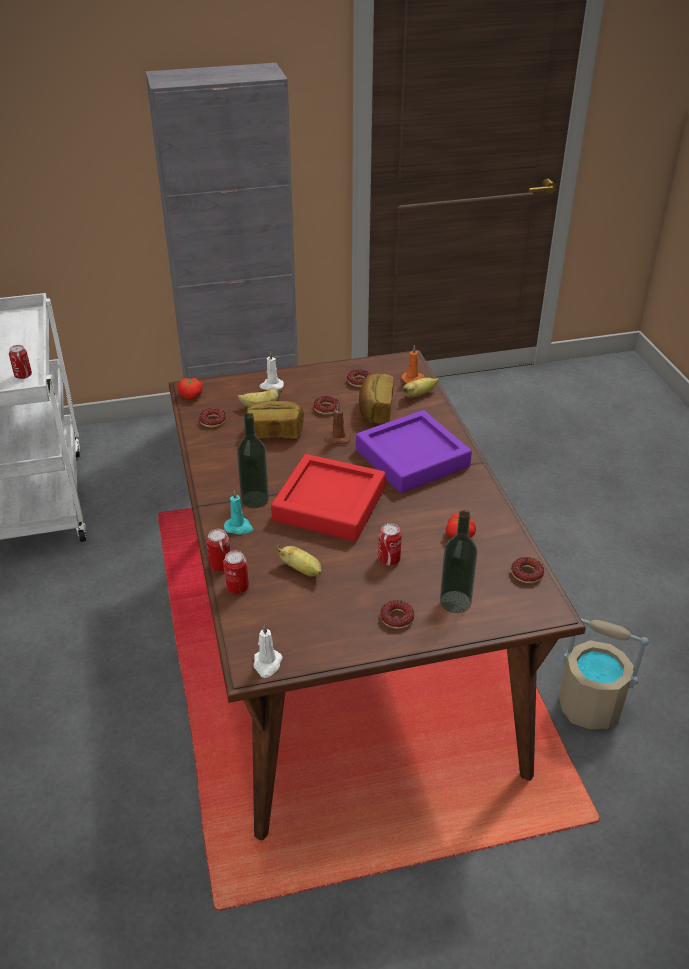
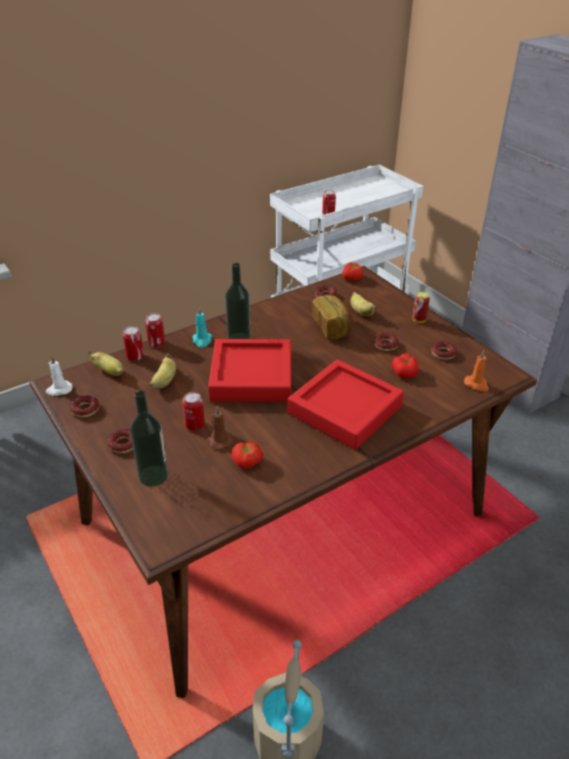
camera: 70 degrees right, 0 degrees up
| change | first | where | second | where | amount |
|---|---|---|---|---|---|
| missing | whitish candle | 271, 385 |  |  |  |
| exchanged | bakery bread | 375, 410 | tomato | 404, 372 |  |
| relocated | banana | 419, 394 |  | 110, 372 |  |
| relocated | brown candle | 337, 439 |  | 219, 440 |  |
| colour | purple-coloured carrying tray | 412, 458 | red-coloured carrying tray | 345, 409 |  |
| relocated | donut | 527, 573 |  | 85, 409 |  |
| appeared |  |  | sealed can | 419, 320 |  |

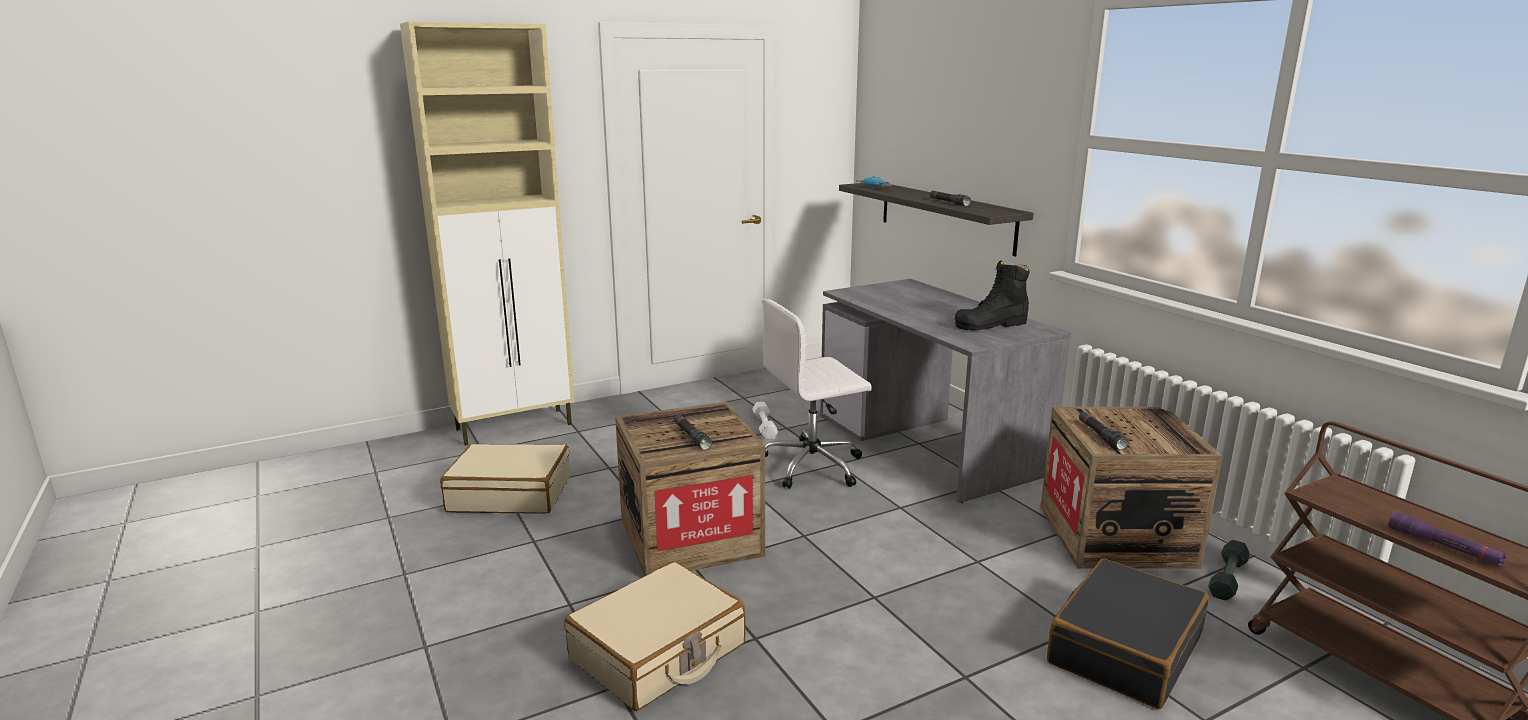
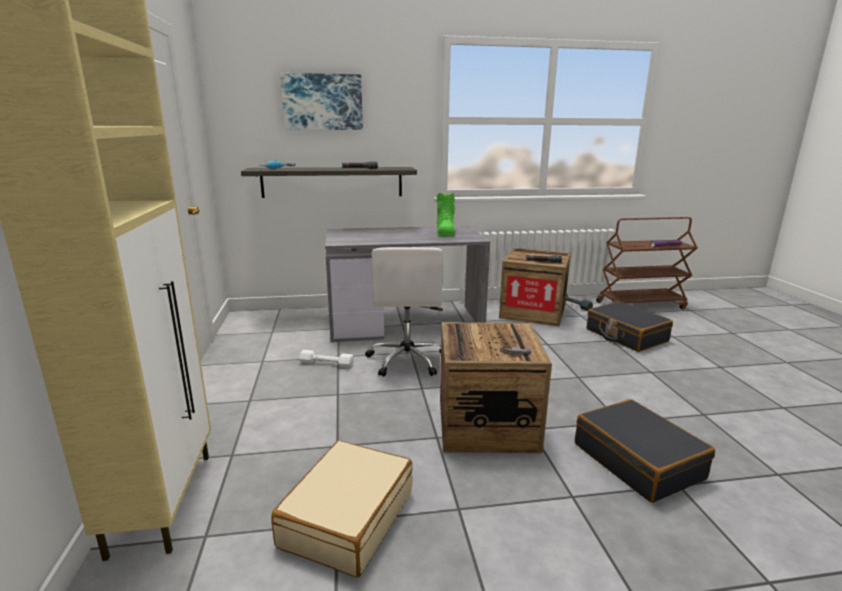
camera: 70 degrees left, 0 degrees up
| change | first | where | second | where | amount |
|---|---|---|---|---|---|
| colour | blackish boot | 991, 325 | green-coloured boot | 445, 232 |  |
| exchanged | blackish torch | 691, 437 | hand hammer | 506, 340 |  |
| colour | beige suitcase | 658, 653 | blackish suitcase | 638, 461 |  |
| appeared |  |  | picture | 322, 102 |  |

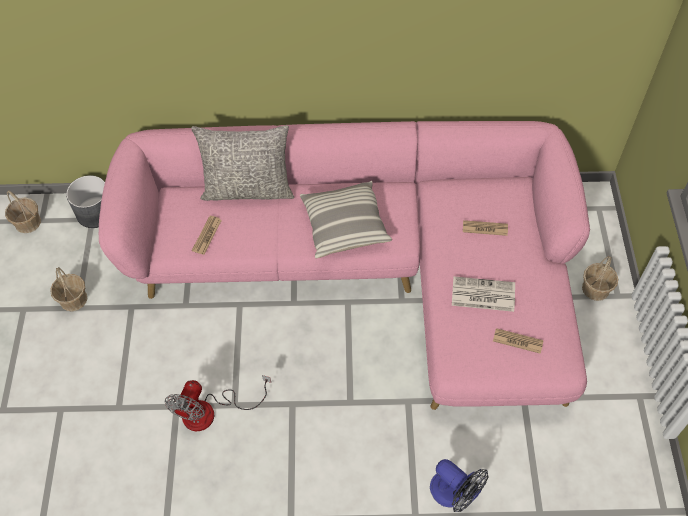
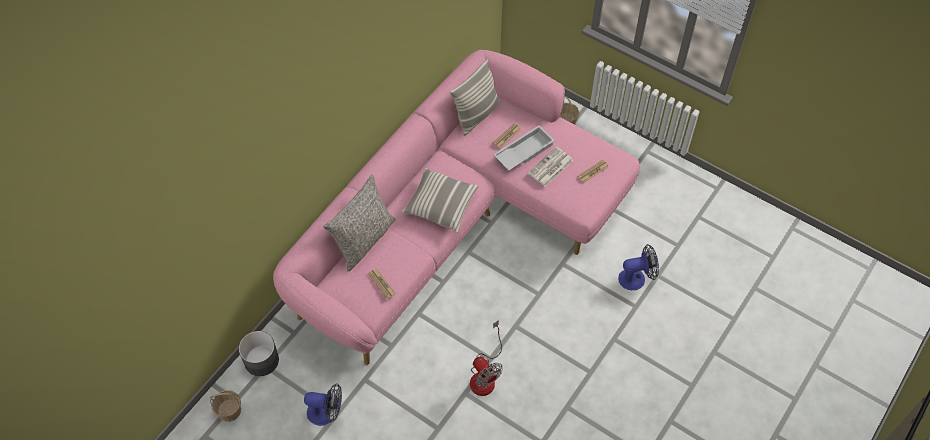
camera: 55 degrees left, 0 degrees up
| change | first | where | second | where | amount |
|---|---|---|---|---|---|
| exchanged | basket | 73, 299 | fan | 326, 413 |  |
| appeared |  |  | cushion | 476, 115 |  |
| appeared |  |  | whitish carrying tray | 523, 151 |  |

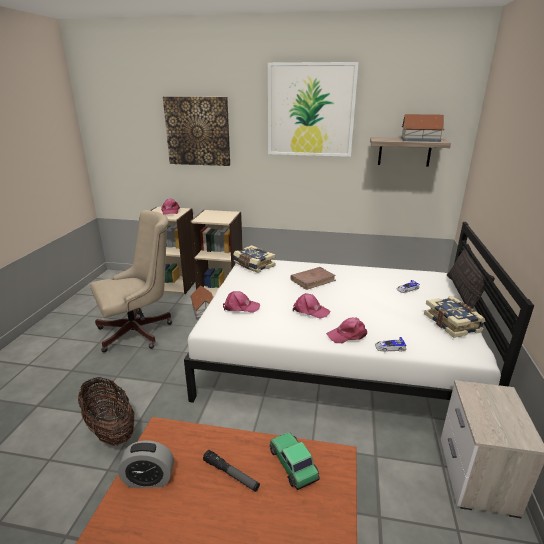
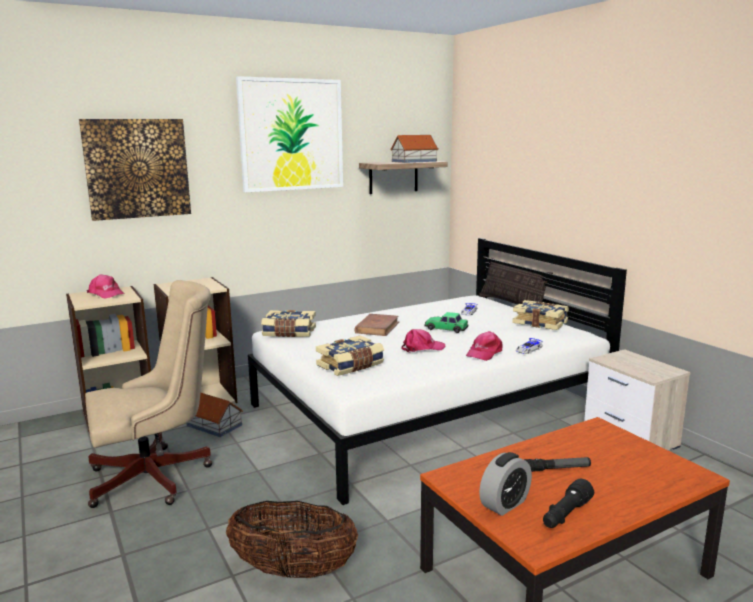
camera: 40 degrees left, 10 degrees down
| change | first | where | second | where | amount |
|---|---|---|---|---|---|
| spun | beige computer chair | 140, 331 |  | 157, 477 | 45 degrees clockwise |
| exchanged | pink-coloured peaked cap | 240, 307 | bound book | 351, 366 |  |
| relocated | miniature car | 293, 463 |  | 446, 329 |  |
| appeared |  |  | blackish torch | 565, 514 |  |

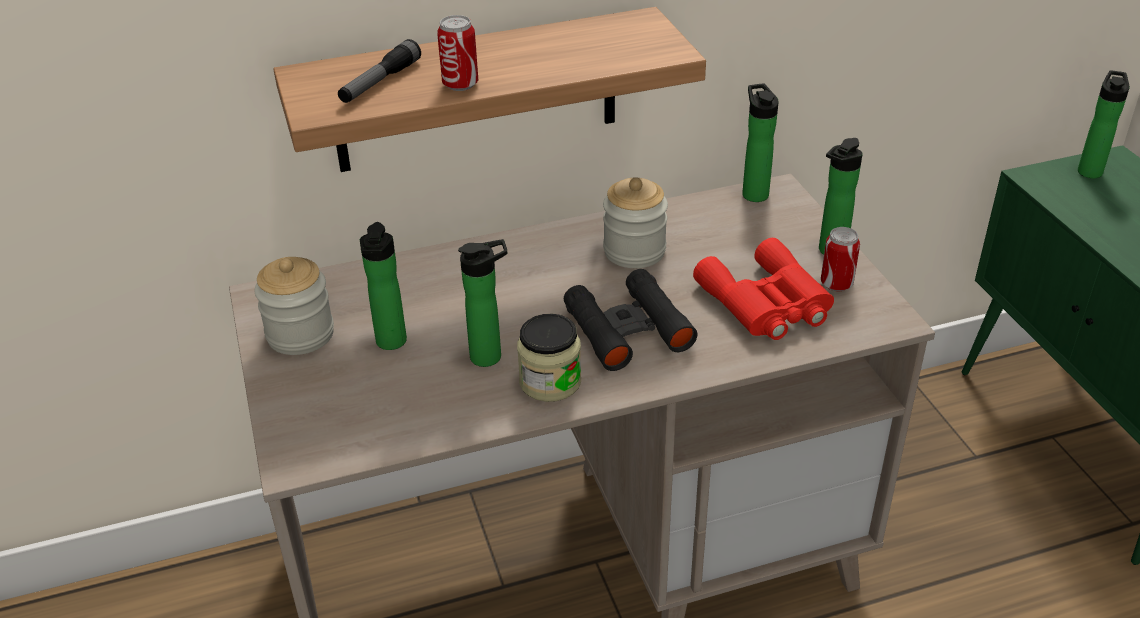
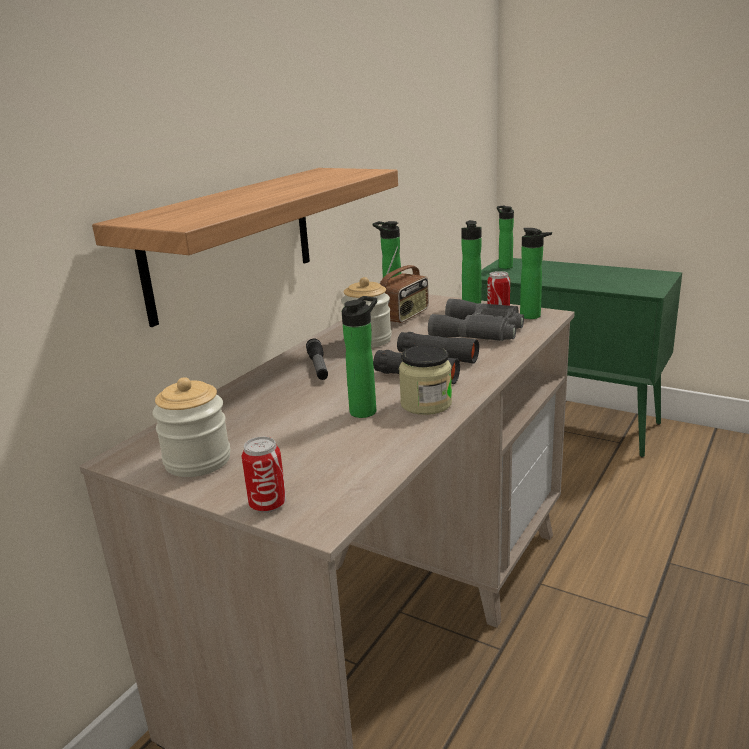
camera: 40 degrees left, 15 degrees down
| change | first | where | second | where | amount |
|---|---|---|---|---|---|
| relocated | sealed can | 460, 84 |  | 268, 505 |  |
| relocated | torch | 380, 82 |  | 318, 367 |  |
| relocated | bottle | 390, 344 |  | 533, 317 |  |
| colour | red-coloured pair of binoculars | 766, 304 | gray pair of binoculars | 480, 331 |  |
| appeared |  |  | radio set | 403, 316 |  |

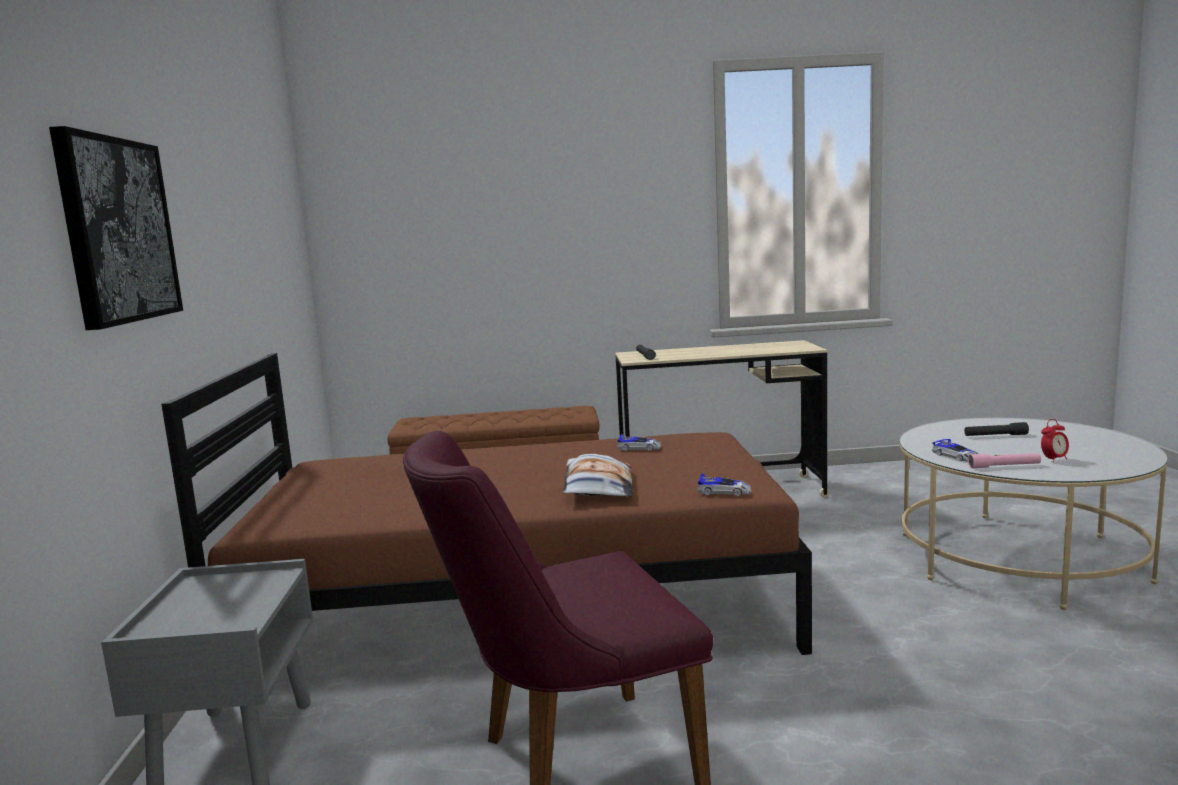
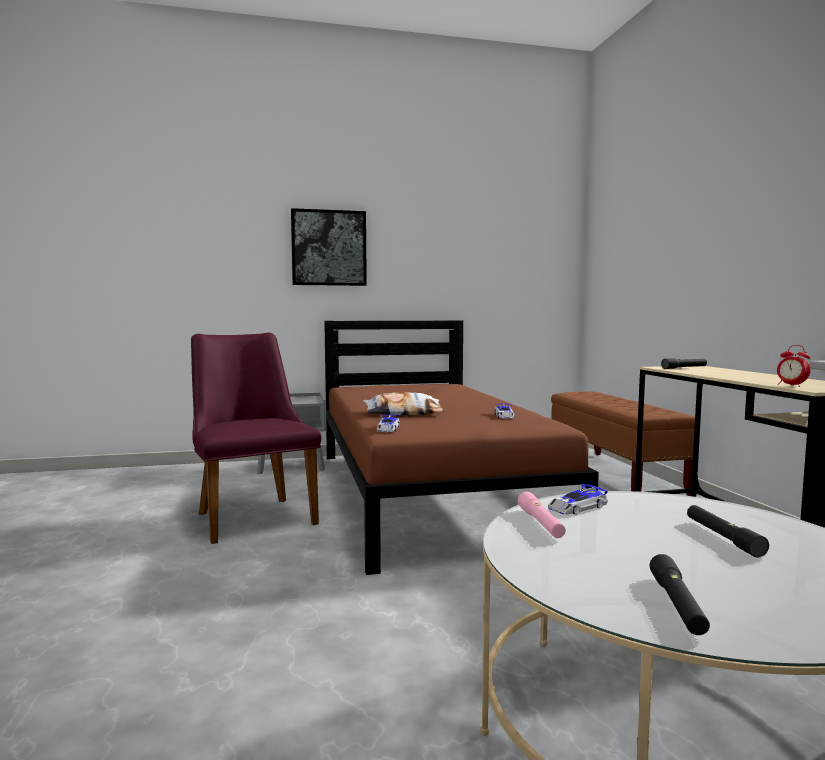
camera: 80 degrees right, 5 degrees down
| change | first | where | second | where | amount |
|---|---|---|---|---|---|
| relocated | alarm clock | 1053, 460 |  | 791, 385 |  |
| appeared |  |  | blackish torch | 677, 605 |  |

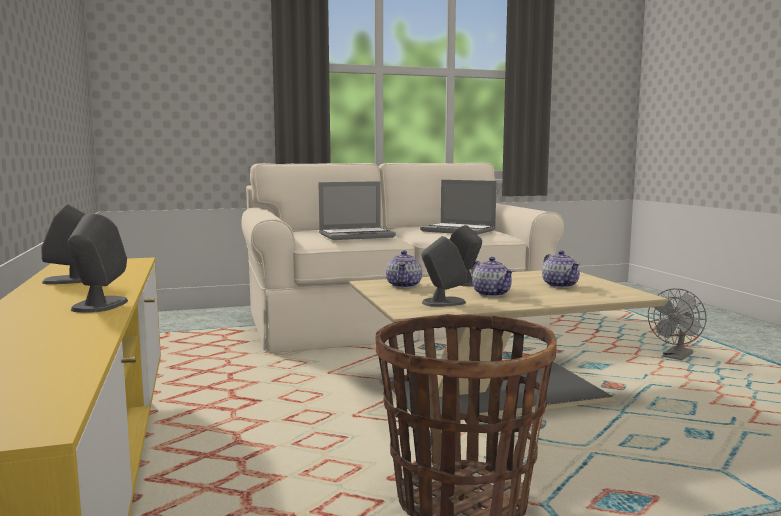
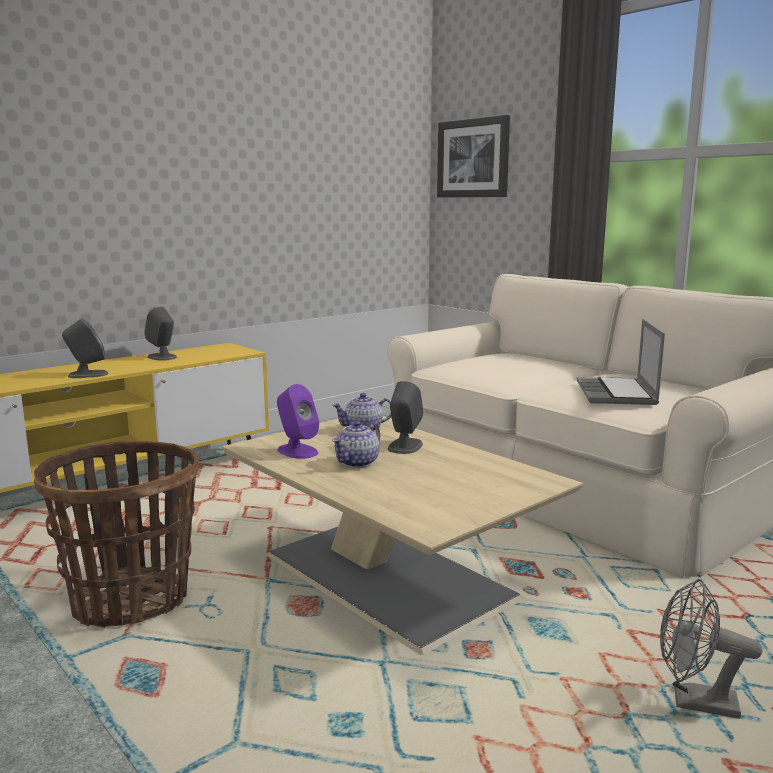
camera: 65 degrees right, 5 degrees up
| change | first | where | second | where | amount |
|---|---|---|---|---|---|
| missing | notebook computer | 357, 235 |  |  |  |
| colour | gray speaker | 443, 302 | purple-coloured speaker | 297, 451 |  |
| missing | pot for tea | 560, 285 |  |  |  |
| appeared |  |  | picture | 473, 158 |  |

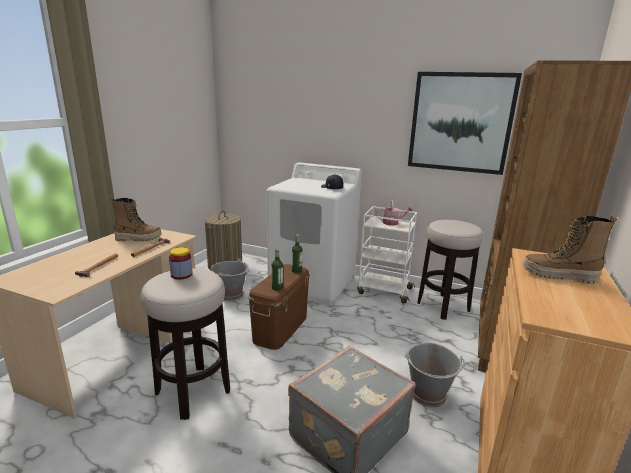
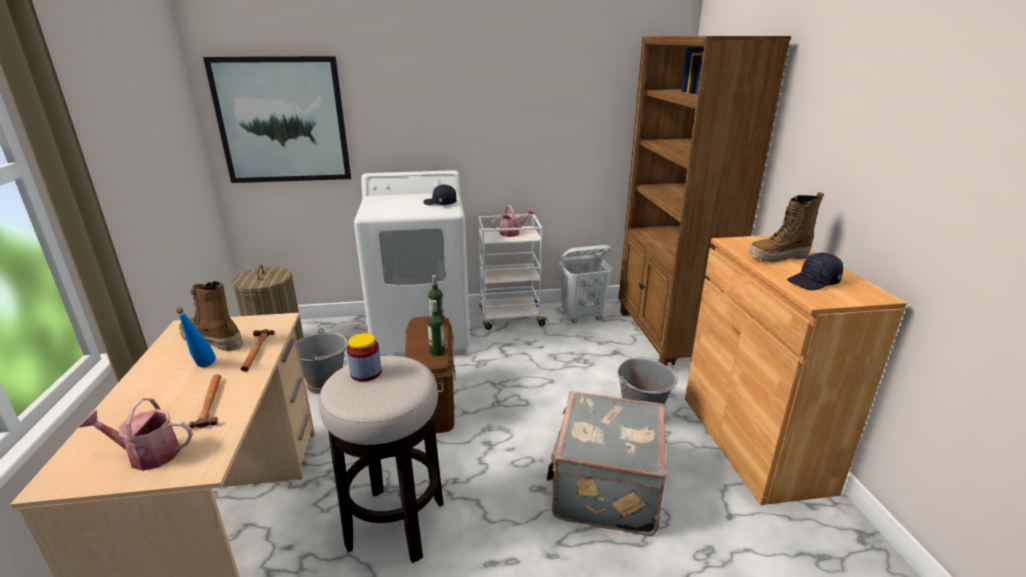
camera: 30 degrees left, 5 degrees up
| change | first | where | second | where | amount |
|---|---|---|---|---|---|
| relocated | picture | 460, 122 |  | 282, 120 |  |
| spun | boot | 138, 238 |  | 212, 341 | 120 degrees counterclockwise |
| exchanged | sitting stool | 443, 306 | whitish washing basket | 582, 317 |  |
| appeared |  |  | blackish peaked cap | 813, 282 |  |
| appeared |  |  | bluish bottle | 203, 368 |  |
| appeared |  |  | watering can | 148, 454 |  |

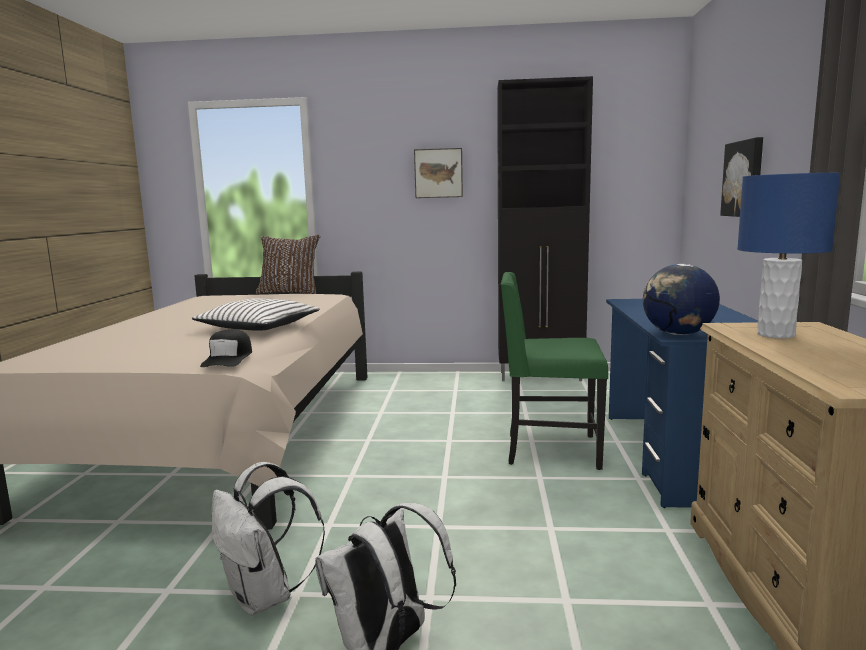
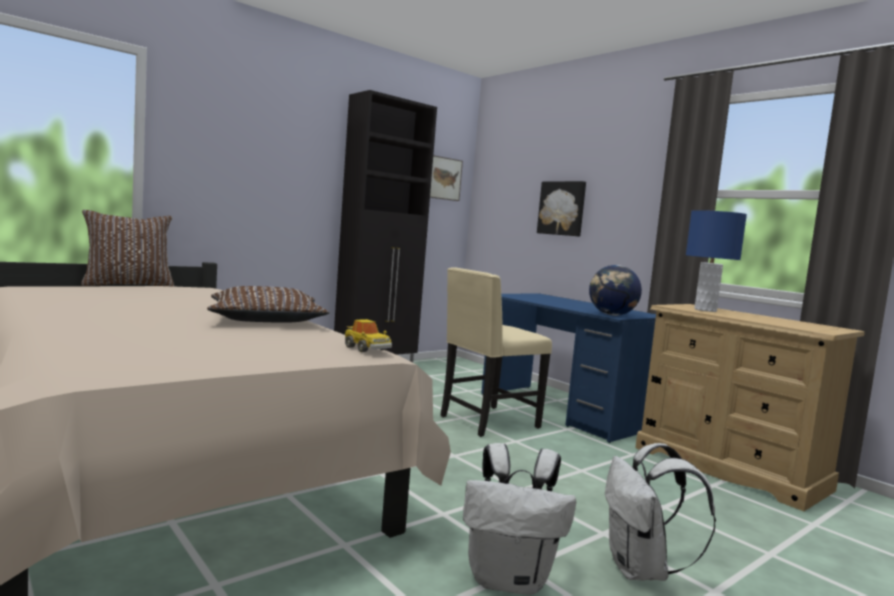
camera: 45 degrees left, 5 degrees down
| change | first | where | second | where | amount |
|---|---|---|---|---|---|
| relocated | picture | 438, 173 |  | 442, 178 |  |
| colour | green-coloured upright chair | 550, 450 | beige upright chair | 487, 422 |  |
| colour | whitish cushion | 258, 326 | brown cushion | 266, 319 |  |
| exchanged | blackish peaked cap | 228, 359 | miniature car | 366, 349 |  |

